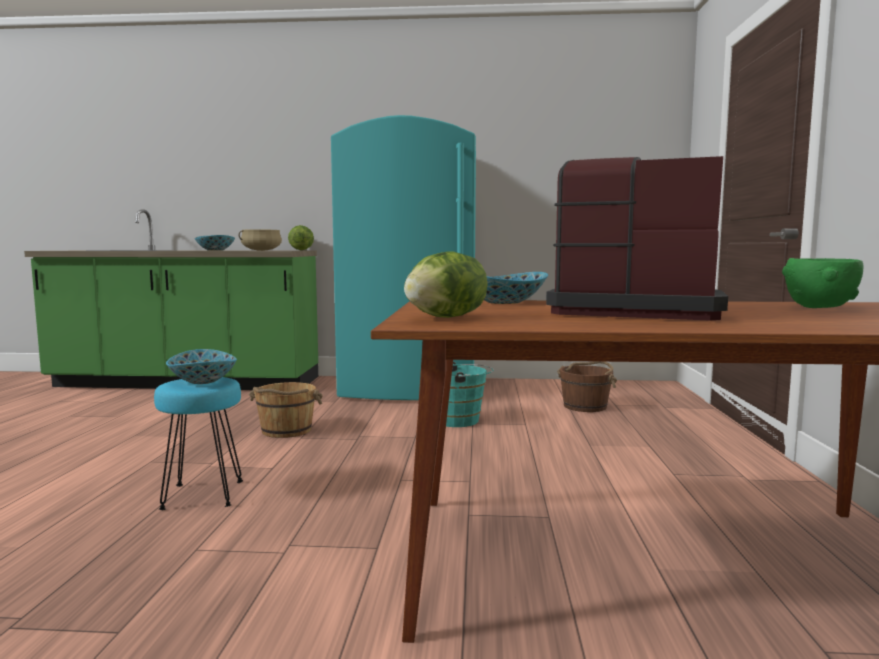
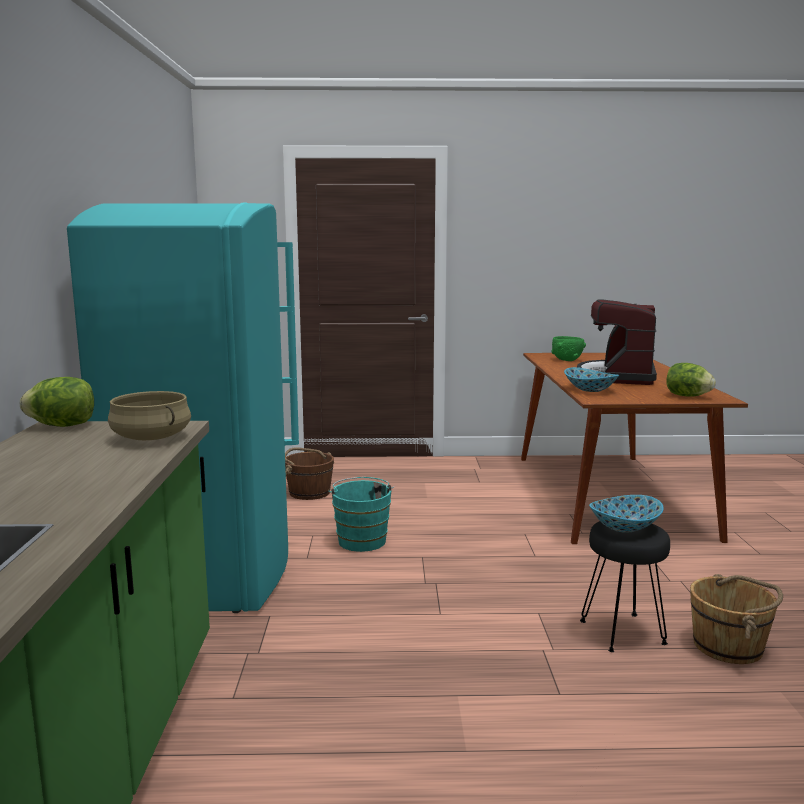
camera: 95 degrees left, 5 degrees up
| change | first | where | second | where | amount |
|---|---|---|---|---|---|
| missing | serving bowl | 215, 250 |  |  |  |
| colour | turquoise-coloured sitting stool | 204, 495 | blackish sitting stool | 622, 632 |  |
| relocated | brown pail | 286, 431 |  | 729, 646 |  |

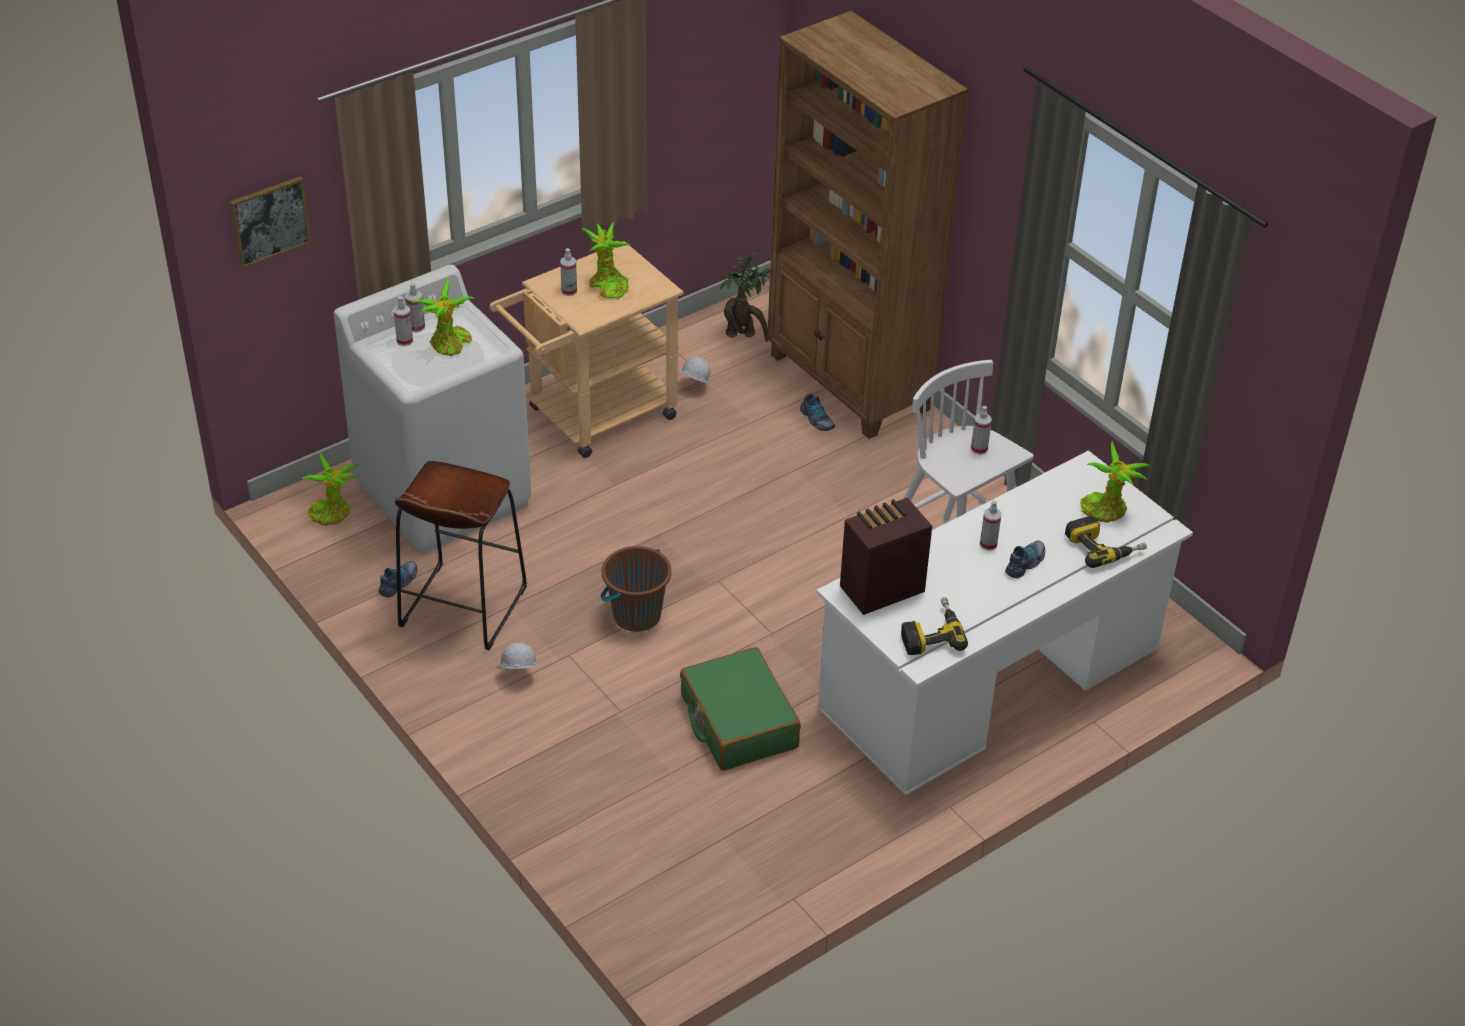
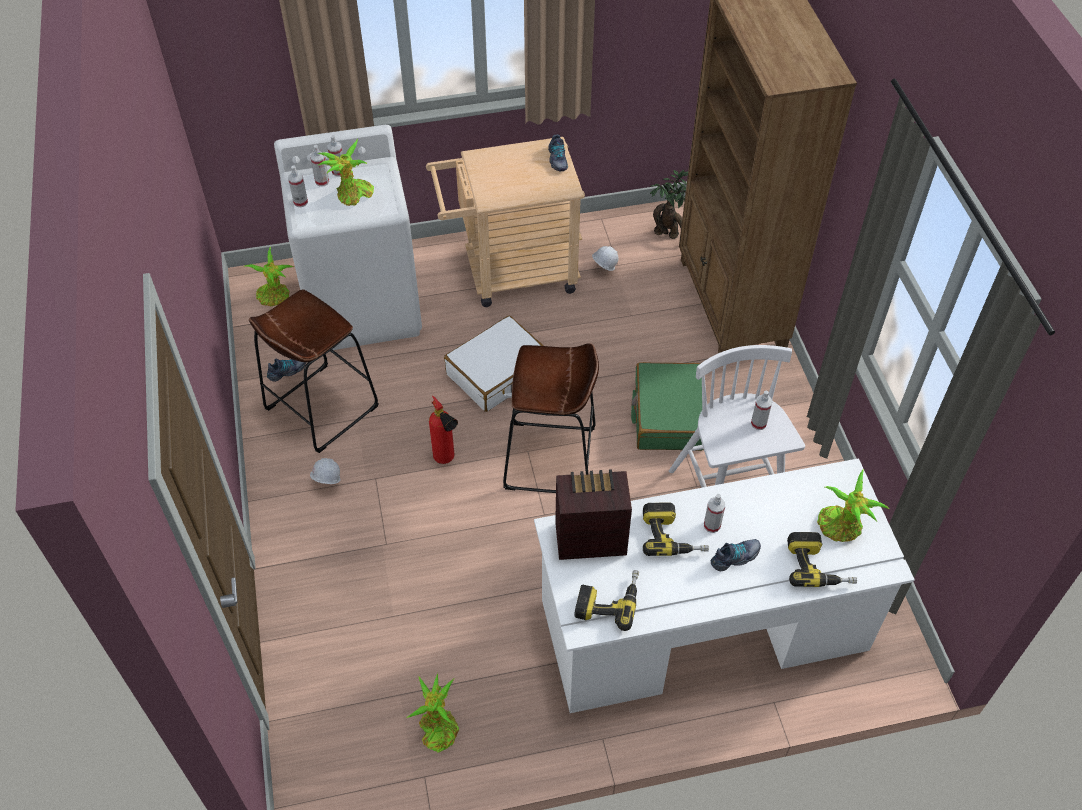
camera: 25 degrees right, 10 degrees up
| change | first | where | second | where | amount |
|---|---|---|---|---|---|
| missing | picture | 270, 221 |  |  |  |
| relocated | plant in a pot | 607, 286 |  | 437, 728 |  |
| relocated | spray bottle | 569, 291 |  | 300, 202 |  |
| relocated | shoe | 816, 420 |  | 557, 159 |  |
| exchanged | brown pail | 636, 615 | fire-fighting cylinder | 446, 460 |  |
| relocated | green-coloured suitcase | 738, 722 |  | 668, 415 |  |
| appeared |  |  | whitish suitcase | 498, 373 |  |
| appeared |  |  | brown sitting stool | 550, 459 |  |
| appeared |  |  | power drill | 672, 535 |  |

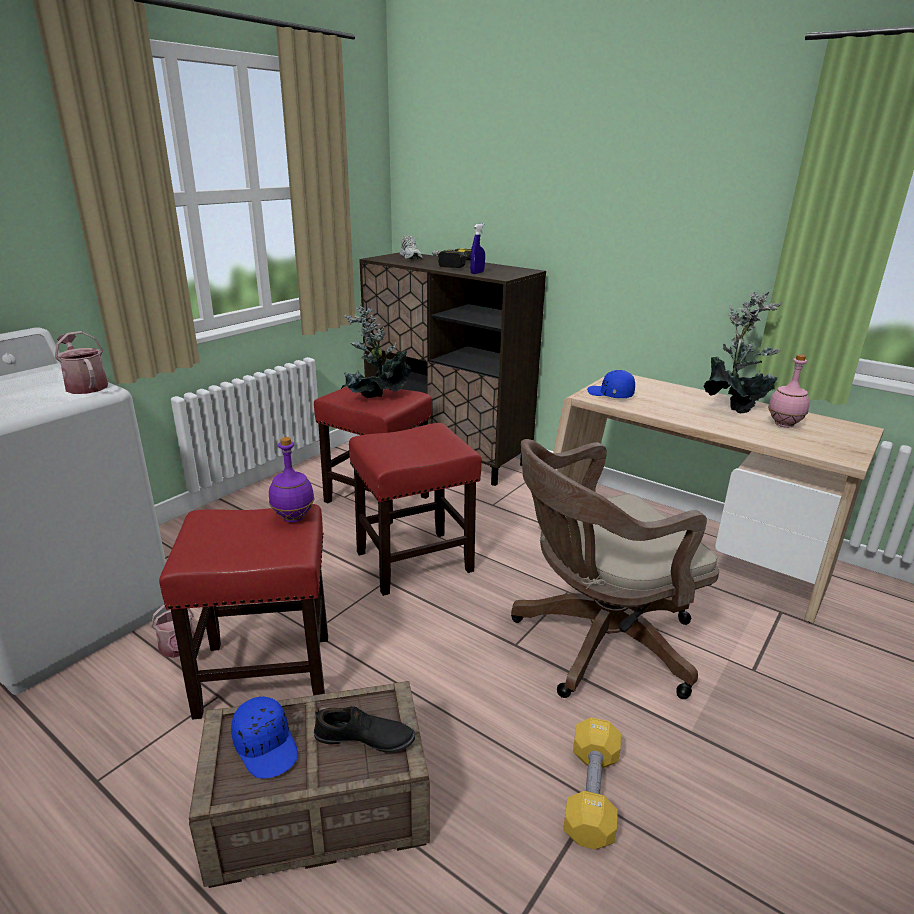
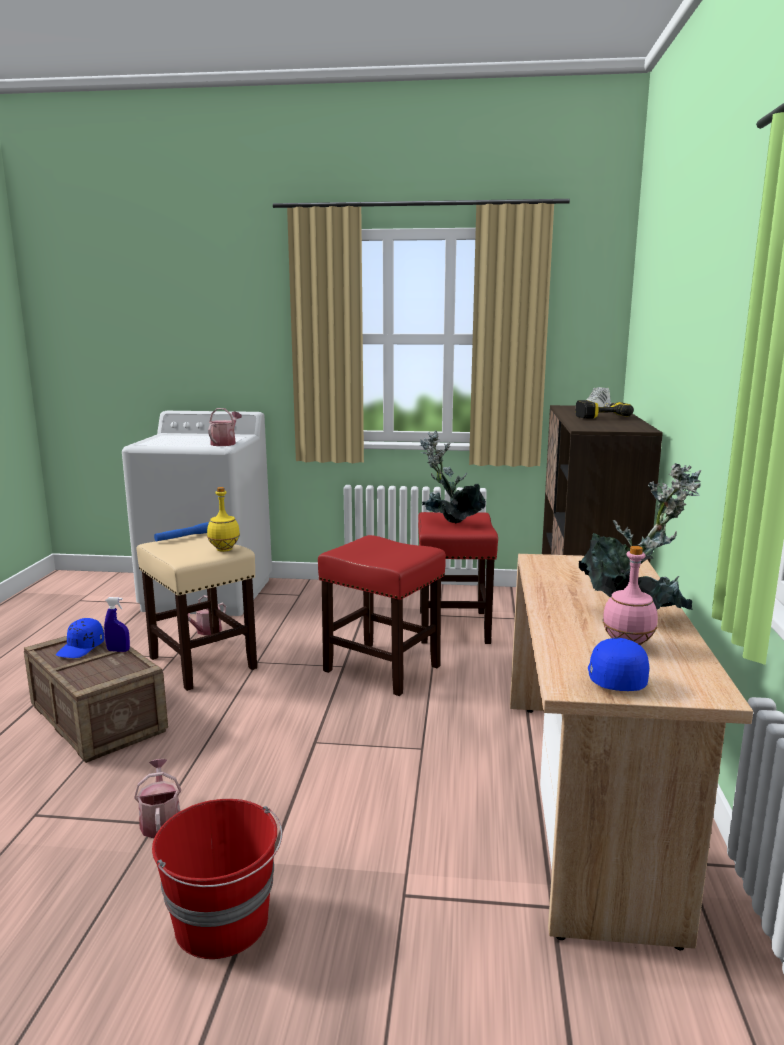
camera: 60 degrees right, 10 degrees down
| change | first | where | second | where | amount |
|---|---|---|---|---|---|
| relocated | bluish spray bottle | 477, 273 |  | 118, 650 |  |
| relocated | bluish peaked cap | 610, 394 |  | 614, 677 |  |
| colour | purple-coloured bottle | 293, 517 | yellowish bottle | 225, 550 |  |
| missing | brown computer chair | 596, 643 |  |  |  |
| colour | red-coloured sitting stool | 267, 674 | beige sitting stool | 203, 663 |  |
| missing | blackish shoe | 364, 739 |  |  |  |
| exchanged | yellowish dumbbell | 591, 795 | watering can | 160, 820 |  |
| appeared |  |  | bluish torch | 183, 537 |  |
| appeared |  |  | red-coloured pail | 223, 922 |  |

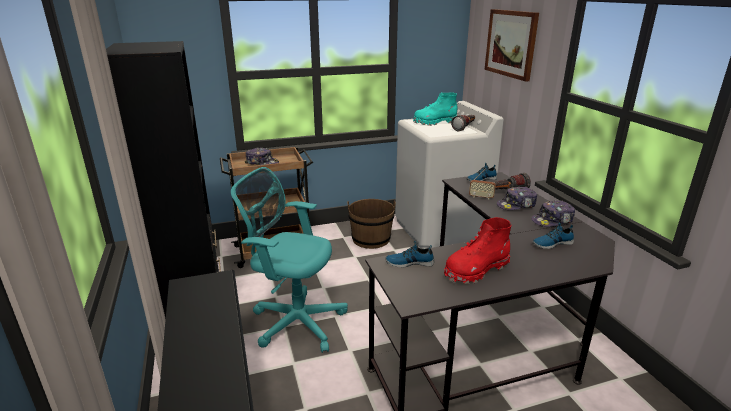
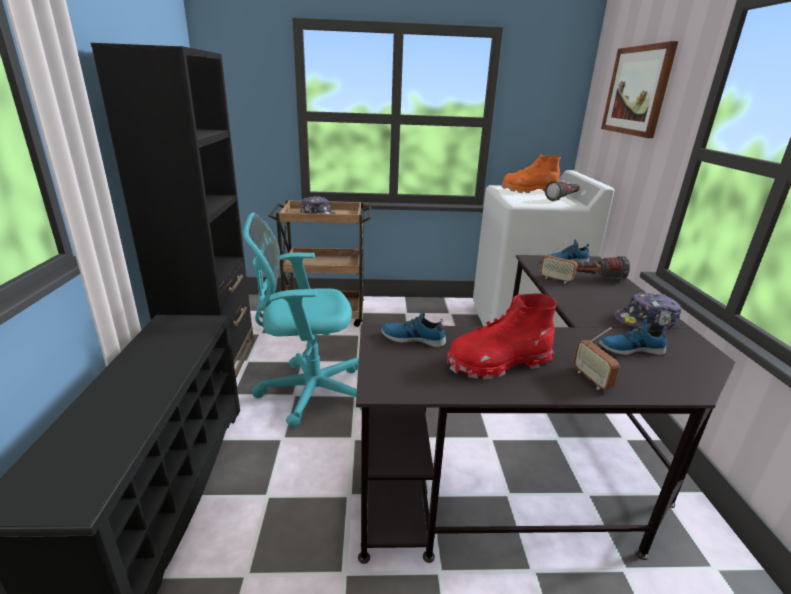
camera: 15 degrees right, 0 degrees up
| change | first | where | second | where | amount |
|---|---|---|---|---|---|
| colour | turquoise-coloured boot | 434, 122 | orange-coloured boot | 528, 191 |  |
| spun | turquoise-coloured computer chair | 295, 321 |  | 308, 392 | 45 degrees counterclockwise |
| missing | peaked cap | 516, 205 |  |  |  |
| missing | brown pail | 371, 239 |  |  |  |
| appeared |  |  | radio set | 591, 379 |  |

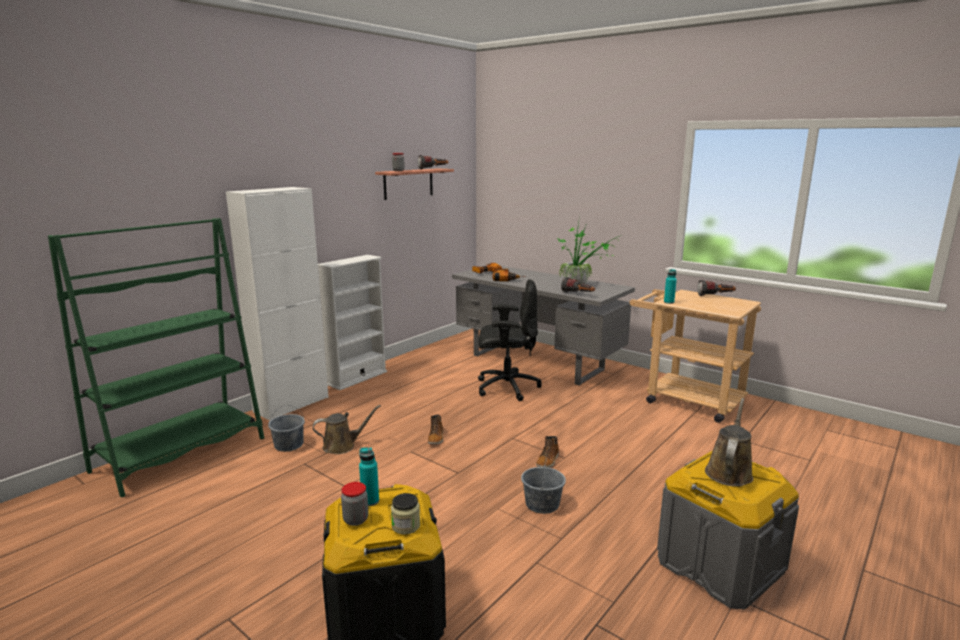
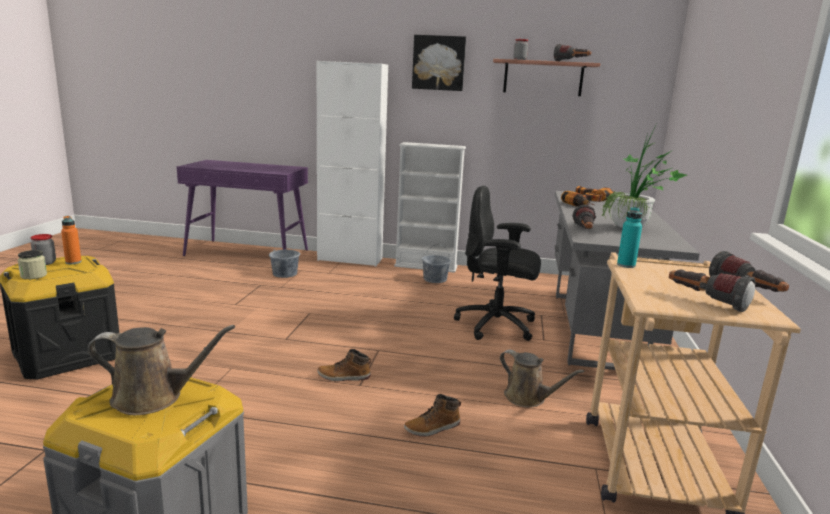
camera: 60 degrees right, 0 degrees up
| change | first | where | second | where | amount |
|---|---|---|---|---|---|
| exchanged | green-coloured bookcase | 181, 454 | purple-coloured console table | 248, 253 |  |
| spun | blackish computer chair | 506, 387 |  | 497, 326 | 135 degrees clockwise |
| relocated | brown watering can | 342, 446 |  | 528, 398 |  |
| relocated | boot | 436, 438 |  | 432, 428 |  |
| colour | turquoise-coloured bottle | 370, 501 | orange-coloured bottle | 73, 262 |  |
| relocated | gray pail | 542, 504 |  | 435, 279 |  |
| appeared |  |  | picture | 438, 63 |  |
| appeared |  |  | torch | 705, 301 |  |

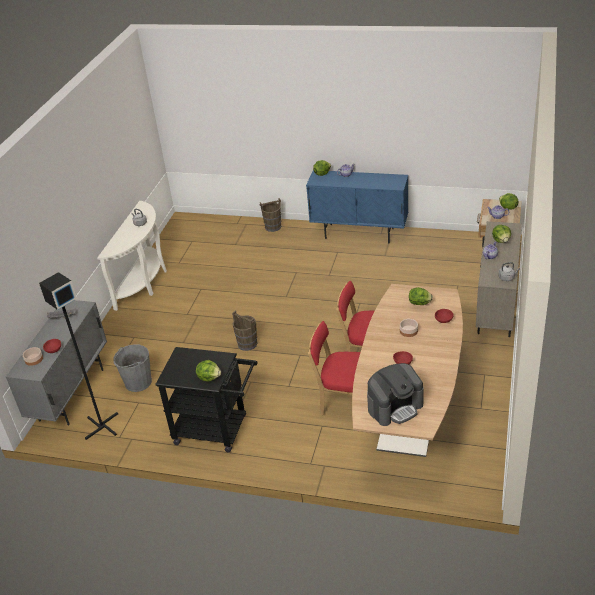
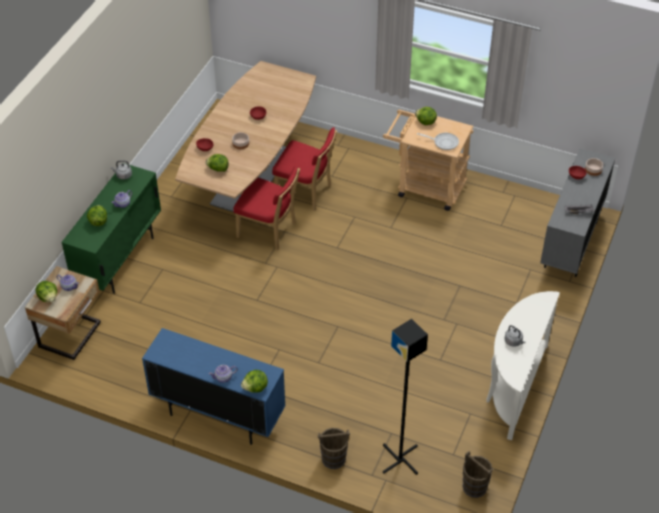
camera: 175 degrees left, 10 degrees up
| change | first | where | second | where | amount |
|---|---|---|---|---|---|
| colour | beige cabinet | 496, 312 | green-coloured cabinet | 120, 260 |  |
| relocated | blackish standing lamp | 101, 426 |  | 400, 459 |  |
| relocated | brown pail | 247, 344 |  | 474, 486 |  |
| missing | gray pail | 138, 382 |  |  |  |
| colour | blackish cart | 217, 430 | beige cart | 425, 187 |  |
| missing | coffee maker | 395, 407 |  |  |  |
| appeared |  |  | frying pan | 443, 142 |  |

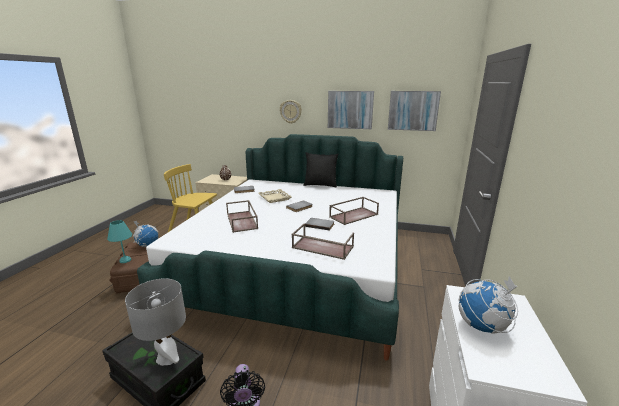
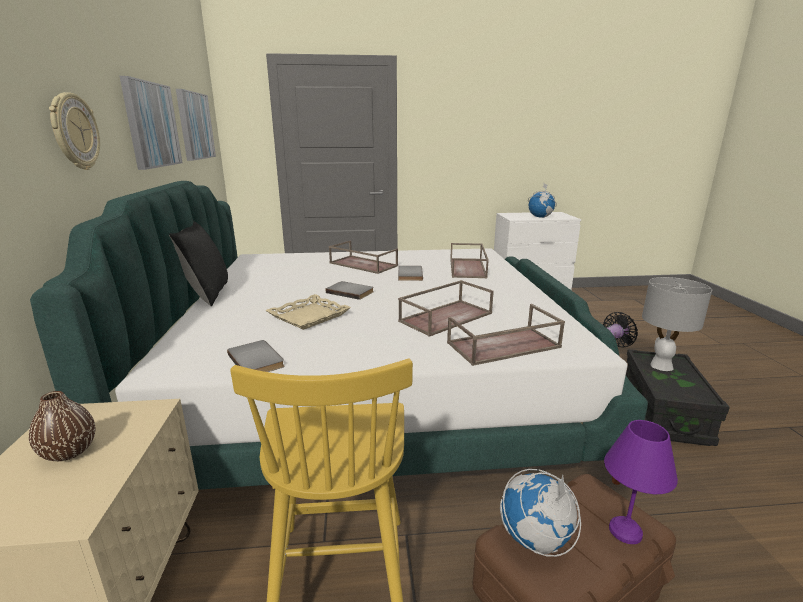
camera: 110 degrees left, 0 degrees up
| change | first | where | second | where | amount |
|---|---|---|---|---|---|
| colour | turquoise-coloured tabletop lamp | 124, 260 | purple-coloured tabletop lamp | 627, 532 |  |
| appeared |  |  | brown carrying tray | 503, 346 |  |

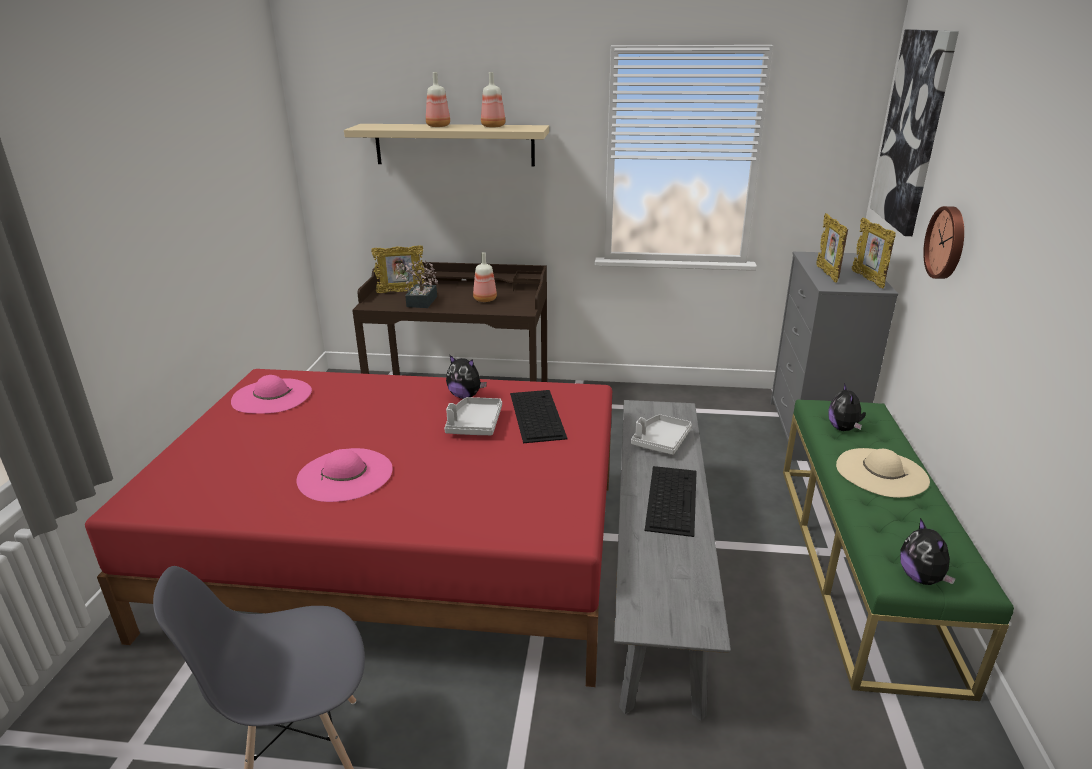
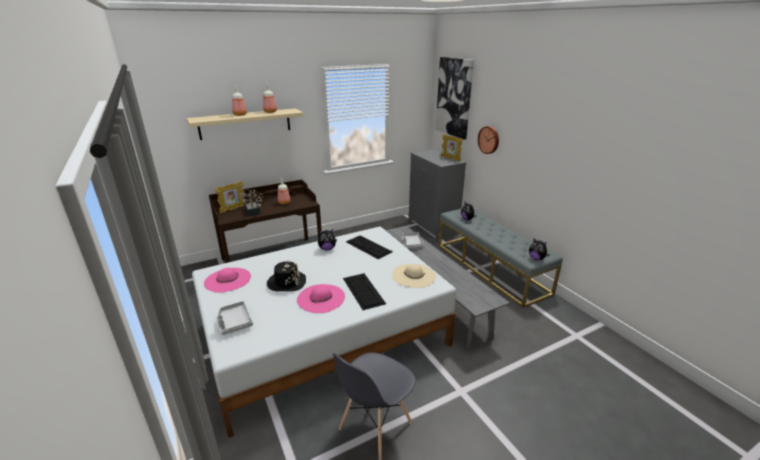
camera: 35 degrees left, 0 degrees up
| change | first | where | second | where | amount |
|---|---|---|---|---|---|
| missing | picture frame | 827, 274 |  |  |  |
| colour | red-coloured bedroom bed | 401, 551 | whitish bedroom bed | 323, 334 |  |
| relocated | gray carrying tray | 474, 424 |  | 234, 322 |  |
| colour | green-coloured long seat | 862, 564 | gray long seat | 490, 268 |  |
| relocated | beige hat | 881, 472 |  | 413, 275 |  |
| relocated | PC keyboard | 671, 498 |  | 363, 290 |  |
| appeared |  |  | blackish hat | 287, 282 |  |

